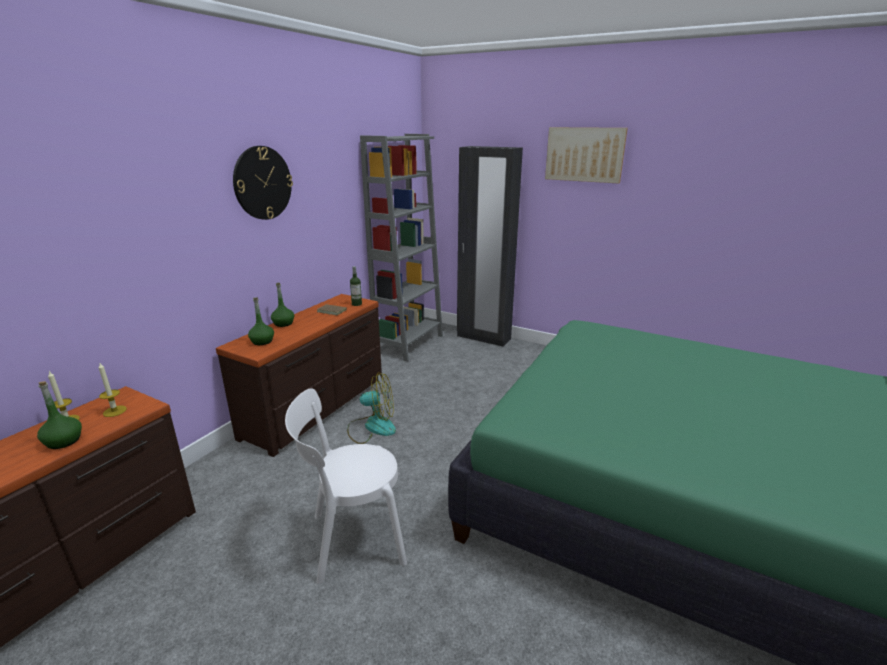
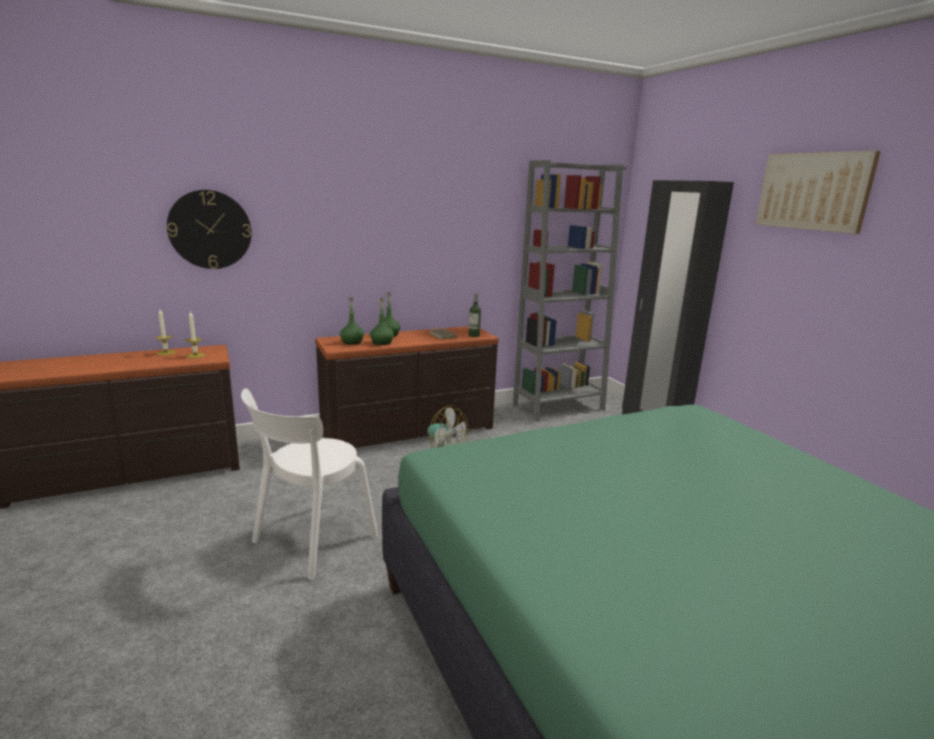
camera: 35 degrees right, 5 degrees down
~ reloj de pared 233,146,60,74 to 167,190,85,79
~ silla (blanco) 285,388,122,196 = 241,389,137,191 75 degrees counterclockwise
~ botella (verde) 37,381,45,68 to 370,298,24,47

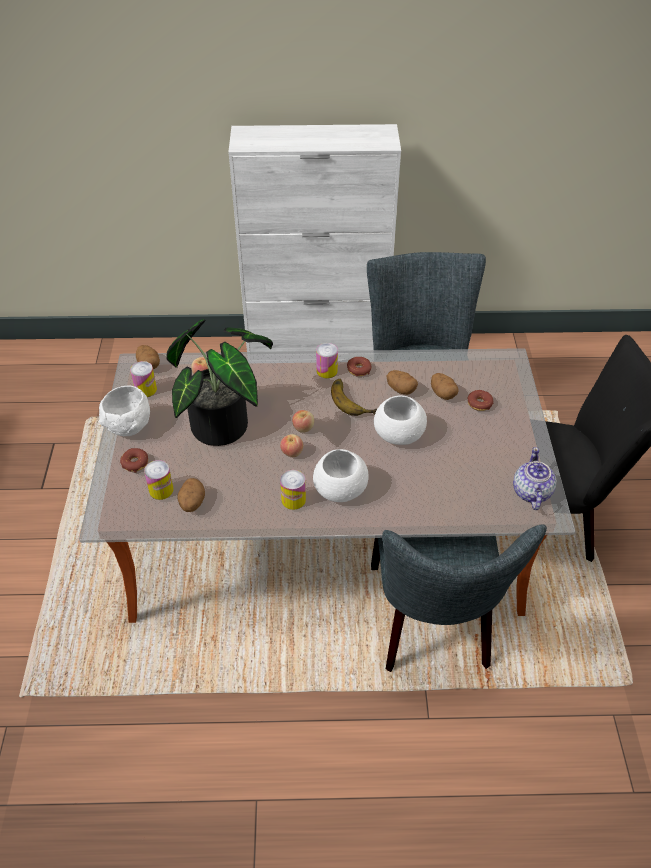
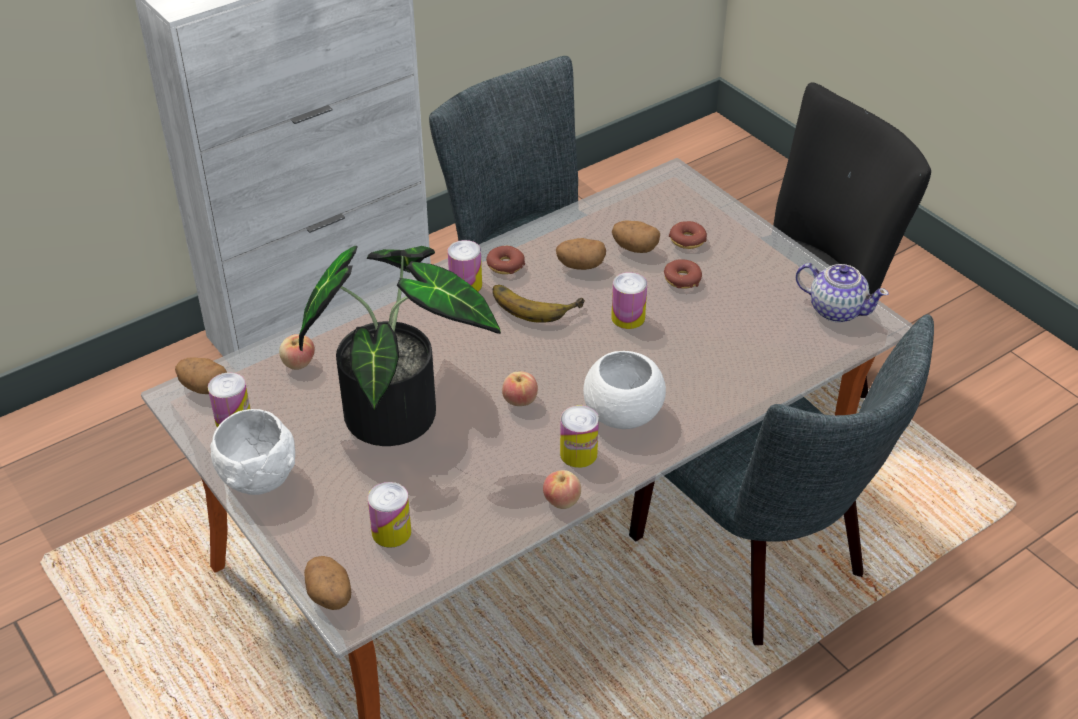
camera: 35 degrees left, 5 degrees down
~ patata 177,478,28,34 to 304,556,47,54
~ manzana 292,410,22,23 to 543,470,38,39
~ cuenco (blanco) 374,396,53,49 to lata 611,272,36,57
~ rosquilla 120,448,28,25 to 664,259,38,30
~ tetera 513,447,44,63 = 796,263,93,59 150 degrees clockwise

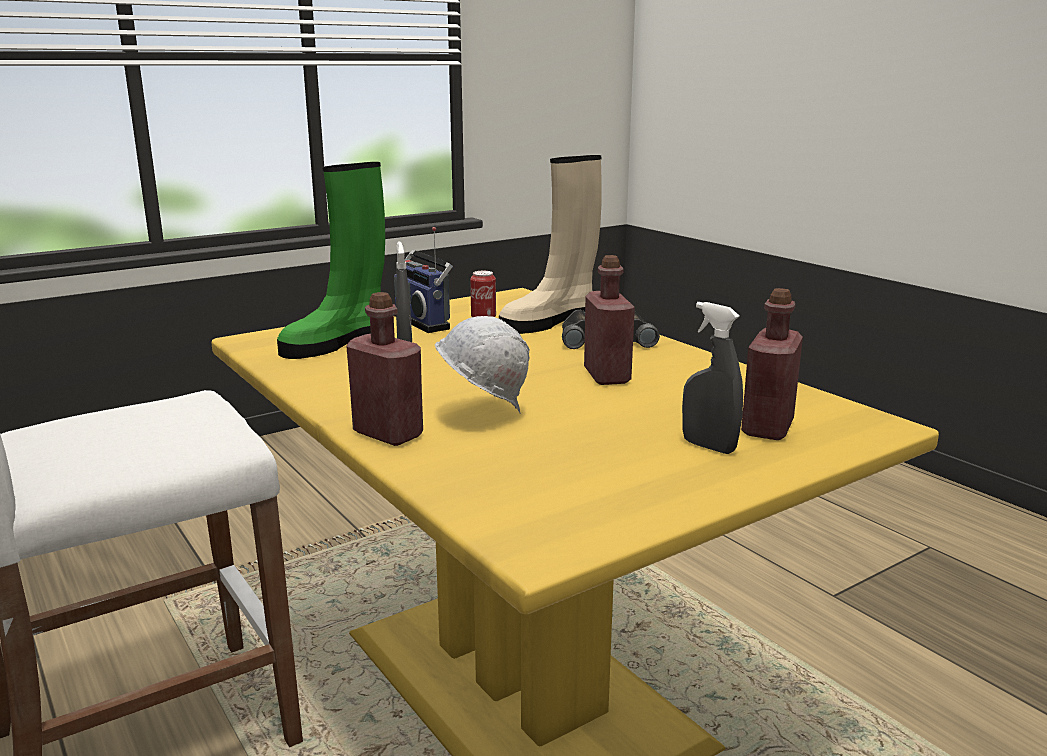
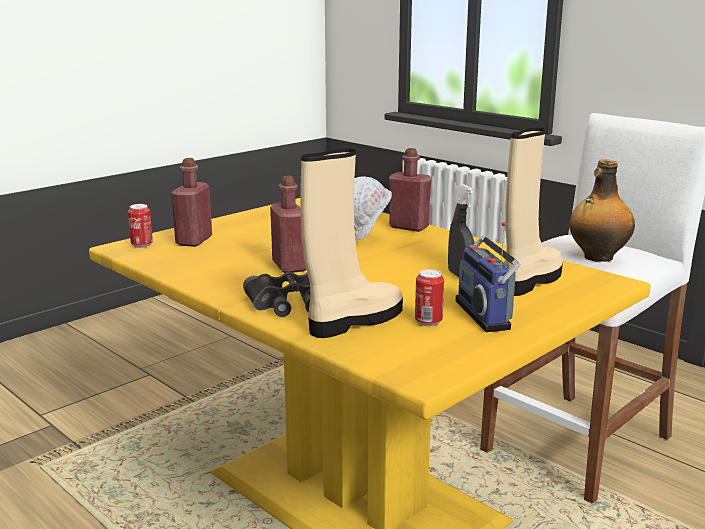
camera: 170 degrees right, 0 degrees up
+ lata 128,204,25,44
~ radio 394,227,59,106 = 455,222,66,110 150 degrees counterclockwise
~ bota (verde) 277,162,108,197 to bota (beis) 504,128,59,168
+ botella 569,159,66,103
- pulverizador (gris) 682,302,61,152

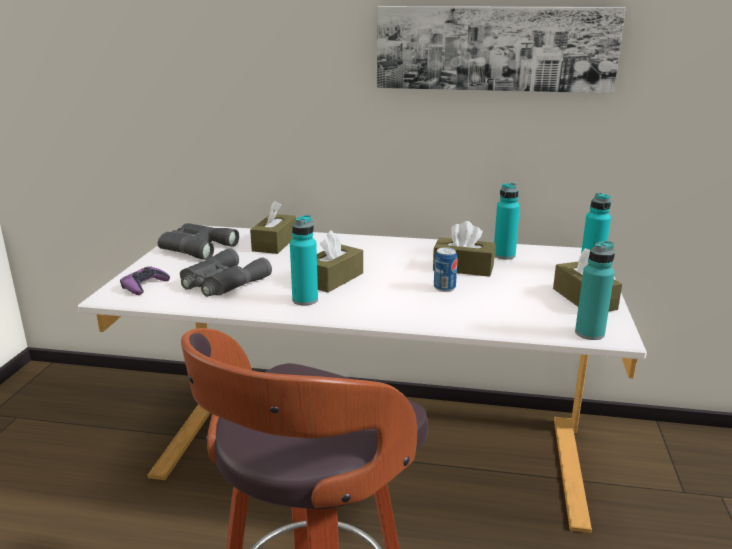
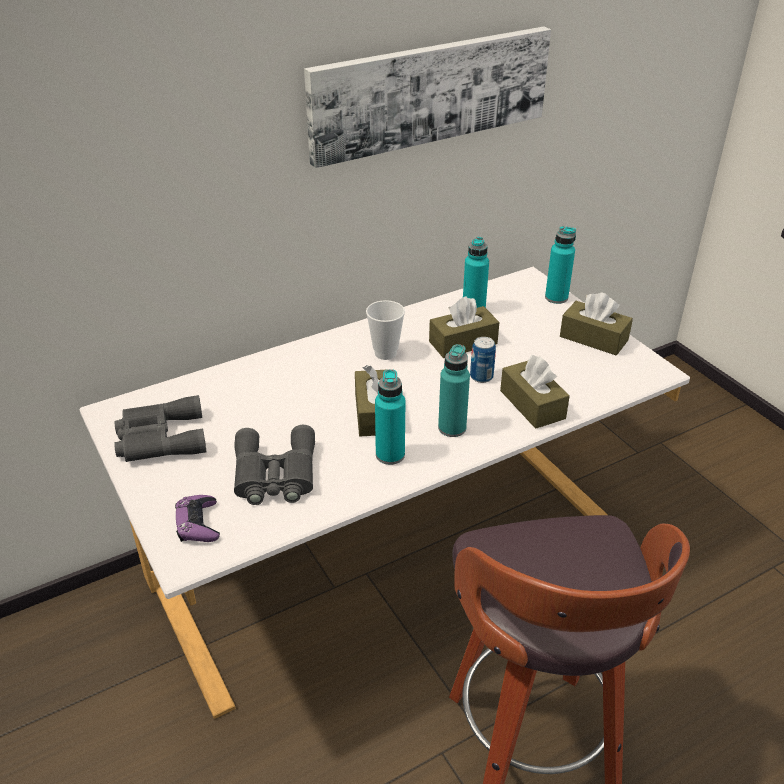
camera: 40 degrees left, 15 degrees up
+ taza 366,300,39,60
~ botella (turquesa) 575,241,40,99 to 438,344,32,93
~ caja de pañuelos (marrón) 250,201,46,53 to 500,355,70,74

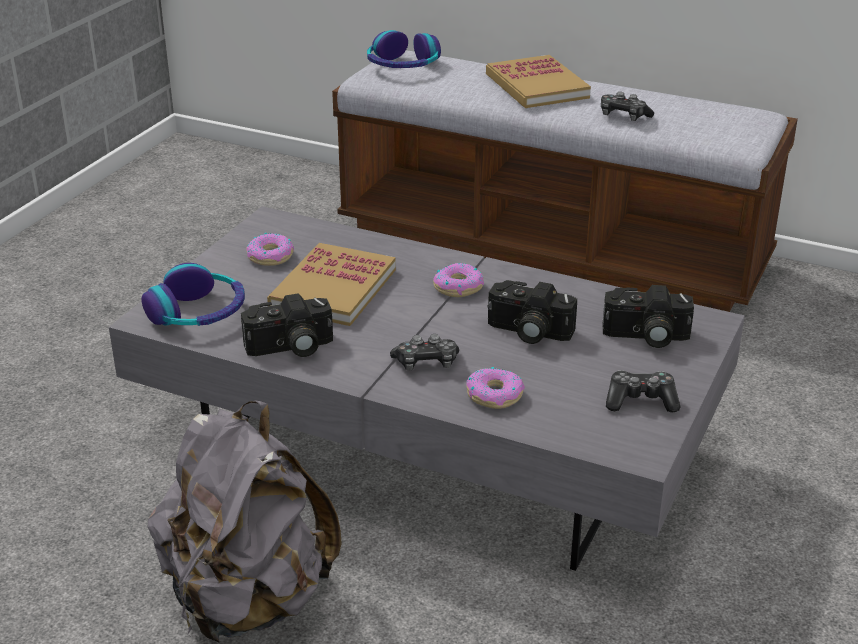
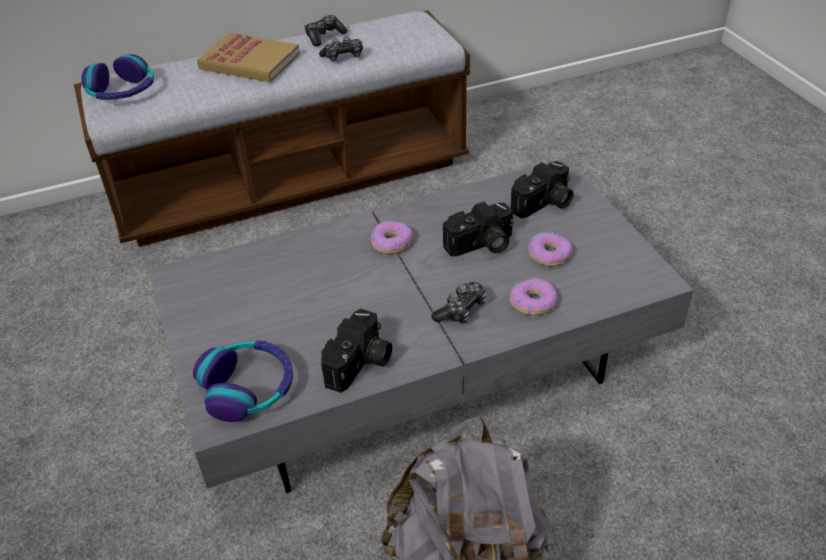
camera: 45 degrees left, 10 degrees up
~ mando de consola 606,370,75,43 to 305,15,43,31
~ rosquilla 246,233,48,33 to 528,232,45,34
- libro 267,243,129,83

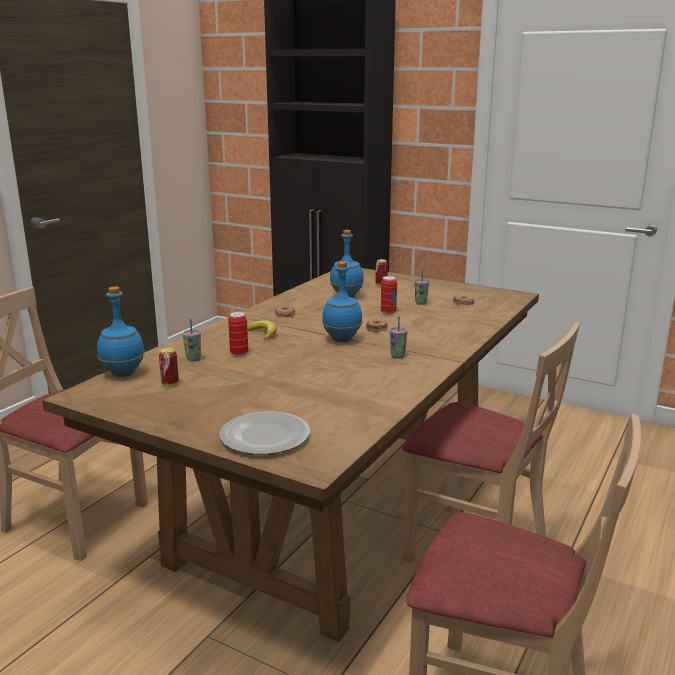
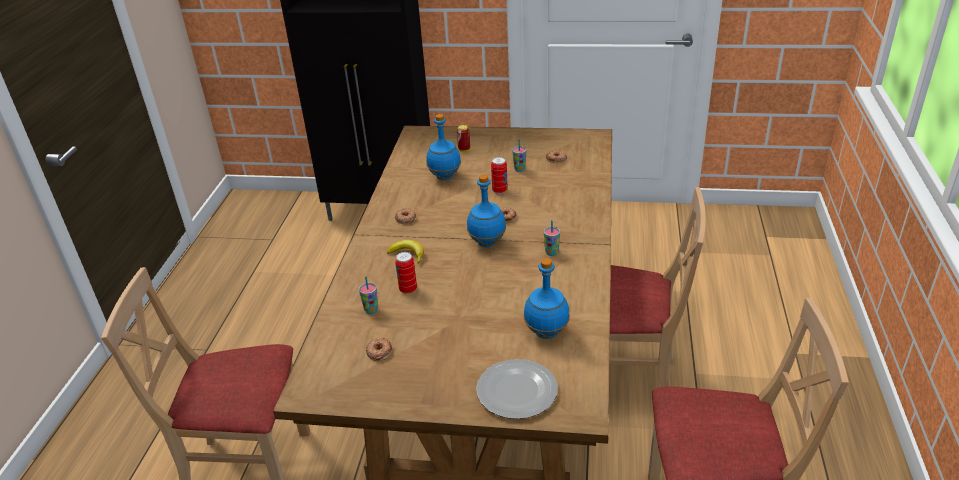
camera: 20 degrees left, 15 degrees up
~ lata 159,348,20,39 to rosquilla 366,337,26,24
~ botella (azul) 97,286,48,91 to 524,258,46,81

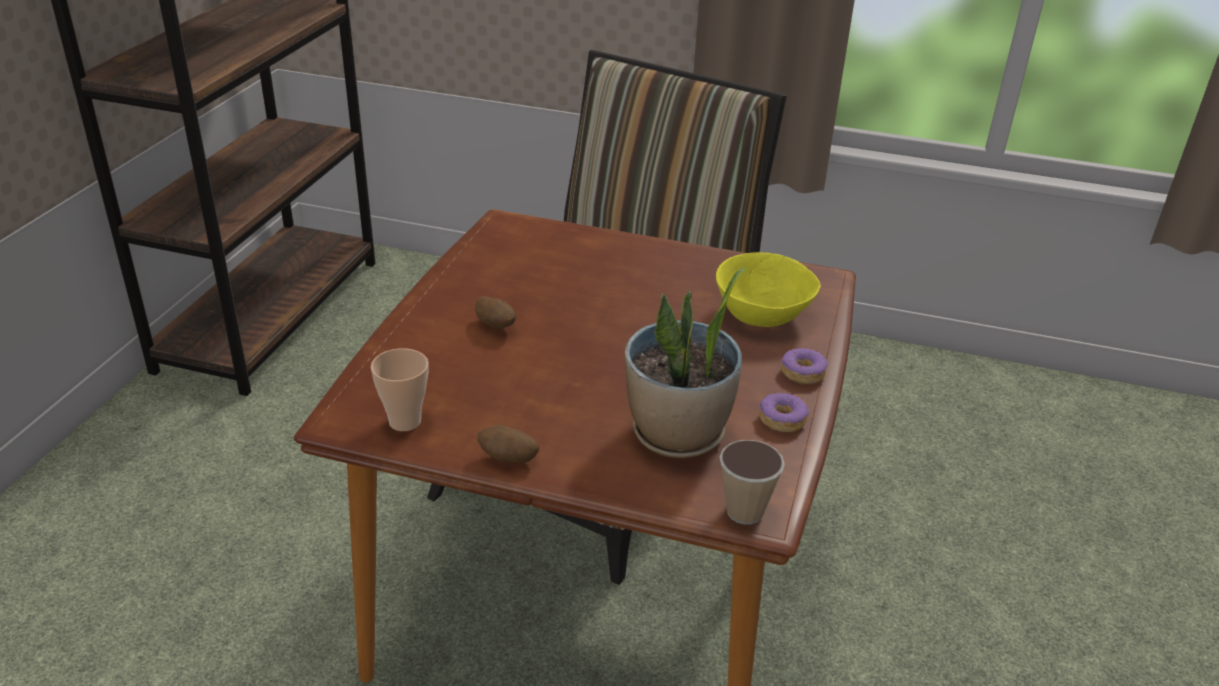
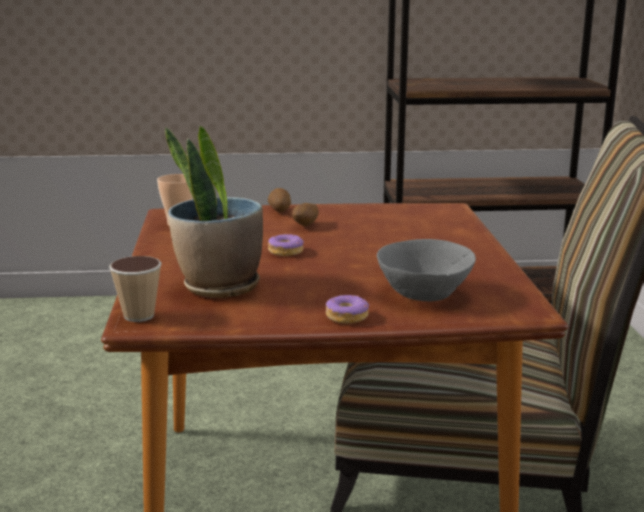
camera: 70 degrees right, 15 degrees down
~ patata 477,425,62,38 to 268,188,23,24
~ rosquilla 759,393,50,39 to 268,234,36,22
~ cuenco (amarillo) 716,252,105,75 to cuenco (gris) 377,239,99,62

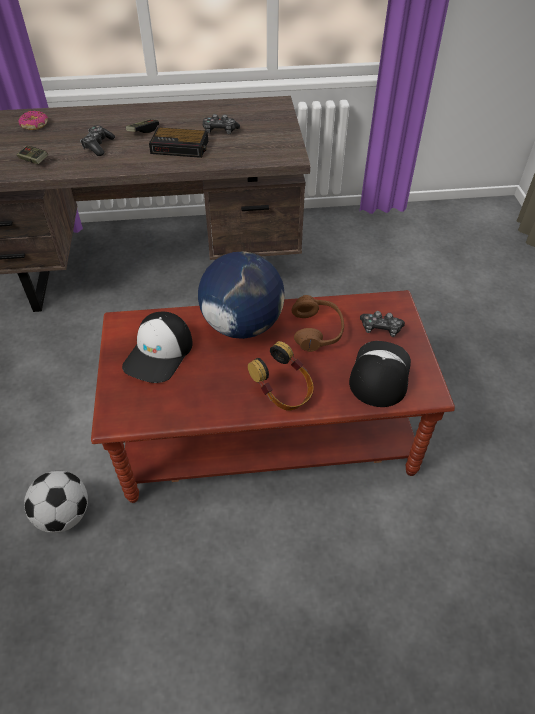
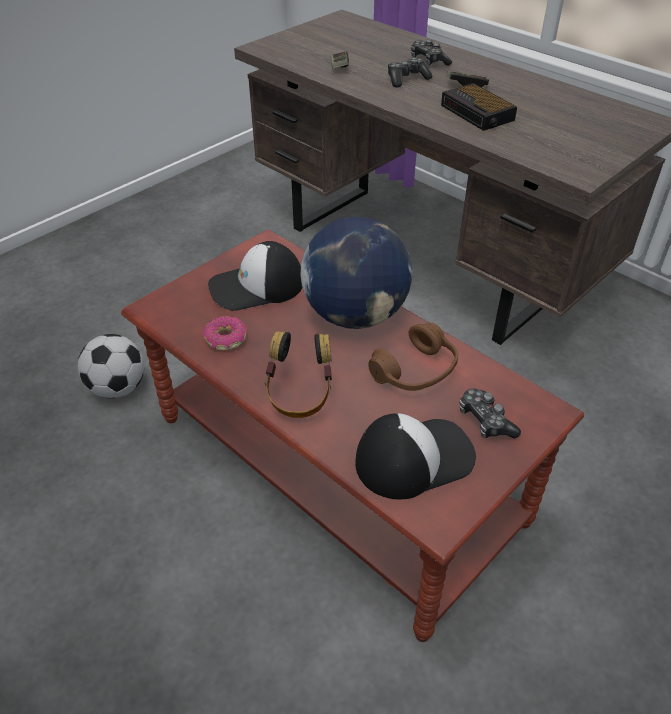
camera: 50 degrees right, 5 degrees down
~ rosquilla 19,111,29,19 to 203,316,43,34
~ mando de consola 203,114,37,20 to 411,40,41,26

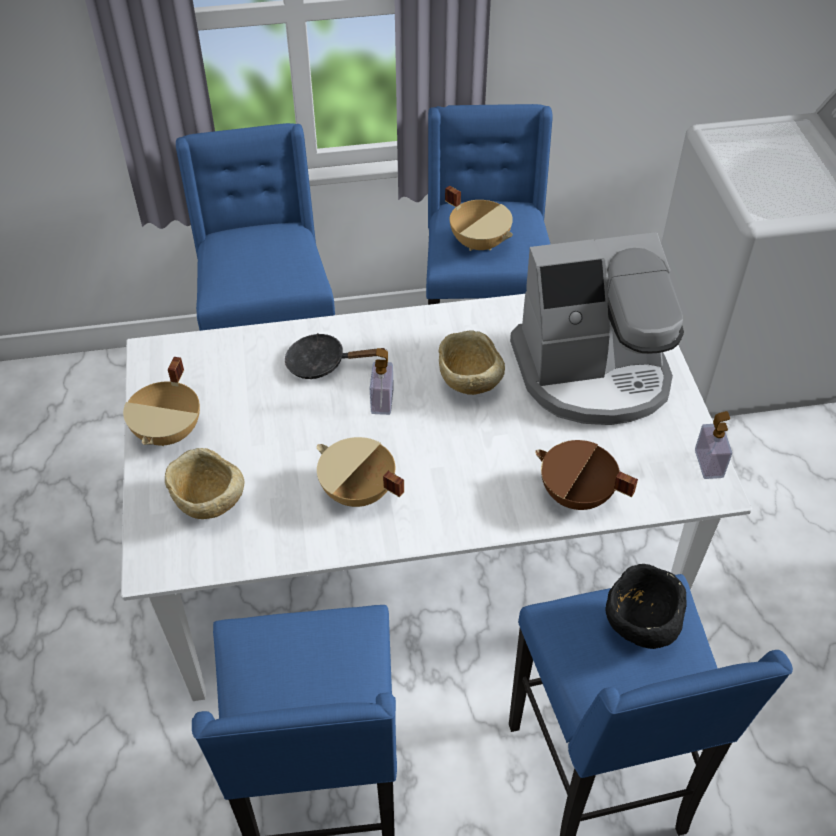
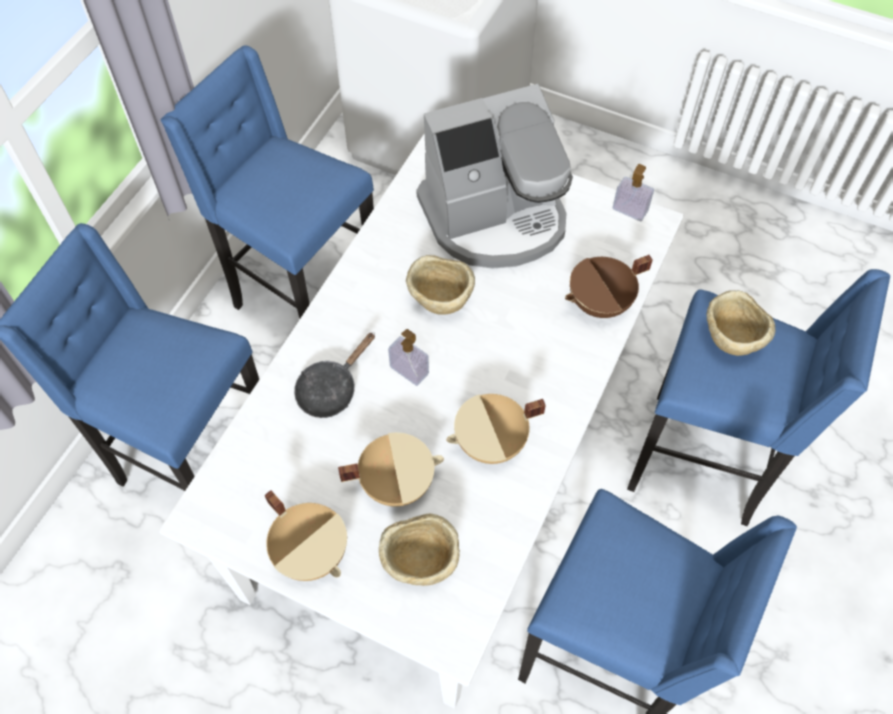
camera: 55 degrees left, 10 degrees up
~ olla (beis) 445,185,68,66 to 338,432,106,75
~ cafetera 510,232,174,193 = 416,84,157,185 45 degrees clockwise
~ cuenco (negro) 605,564,82,85 to cuenco (beis) 707,290,68,66

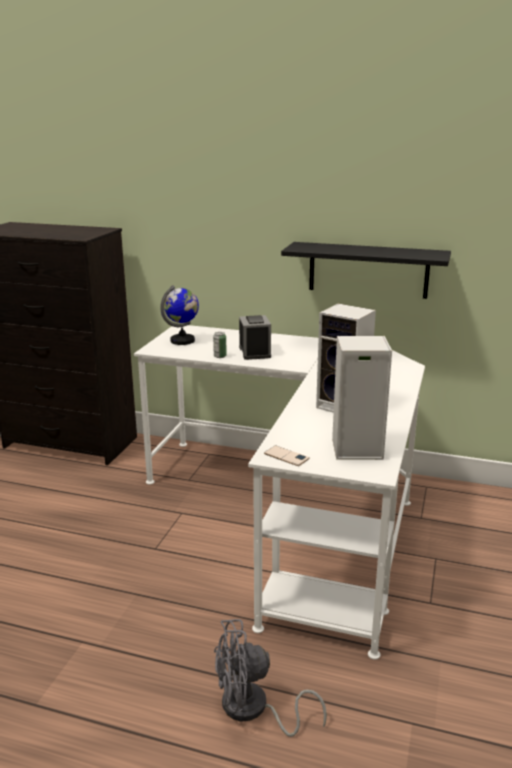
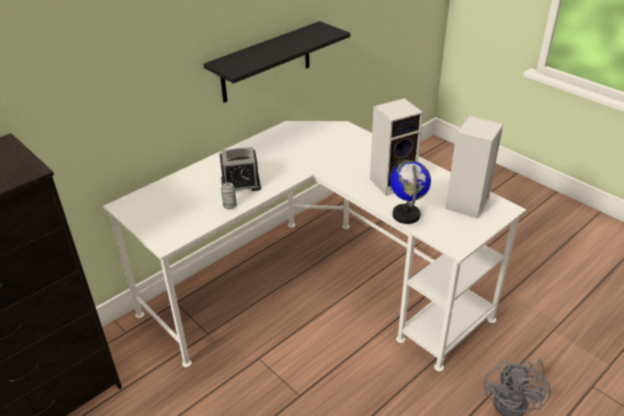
camera: 60 degrees left, 15 degrees up
~ despertador 239,315,32,45 = 220,147,41,44 150 degrees clockwise
~ globo terráqueo 160,285,39,60 to 390,161,41,63
- móvil 264,446,46,20

